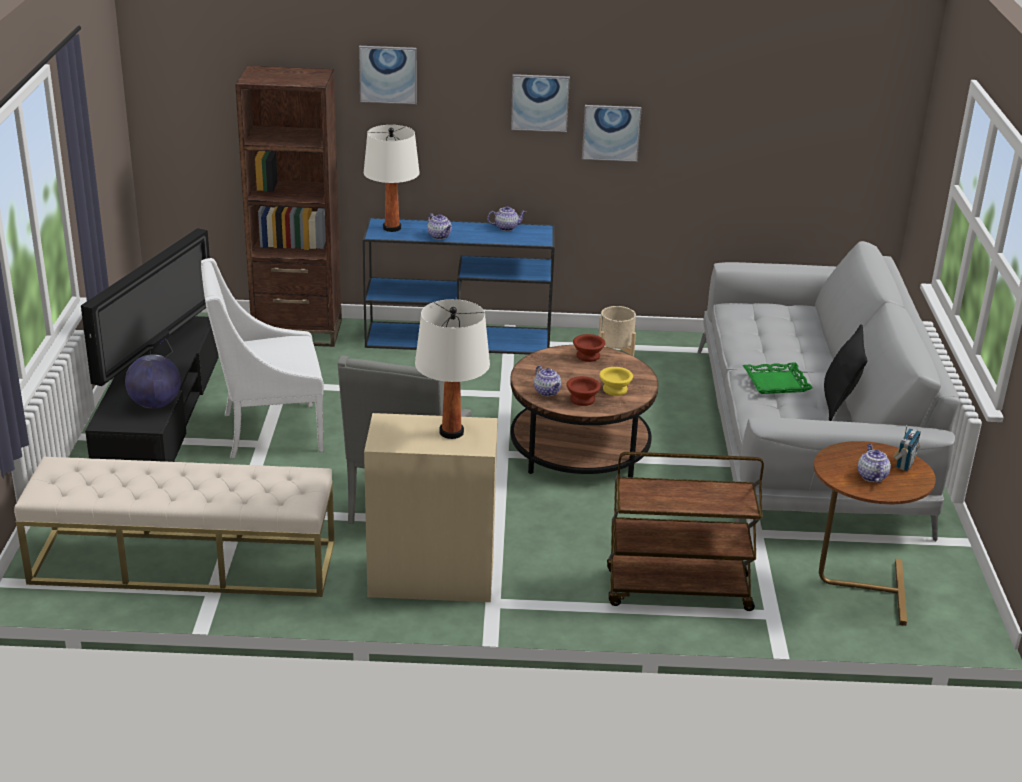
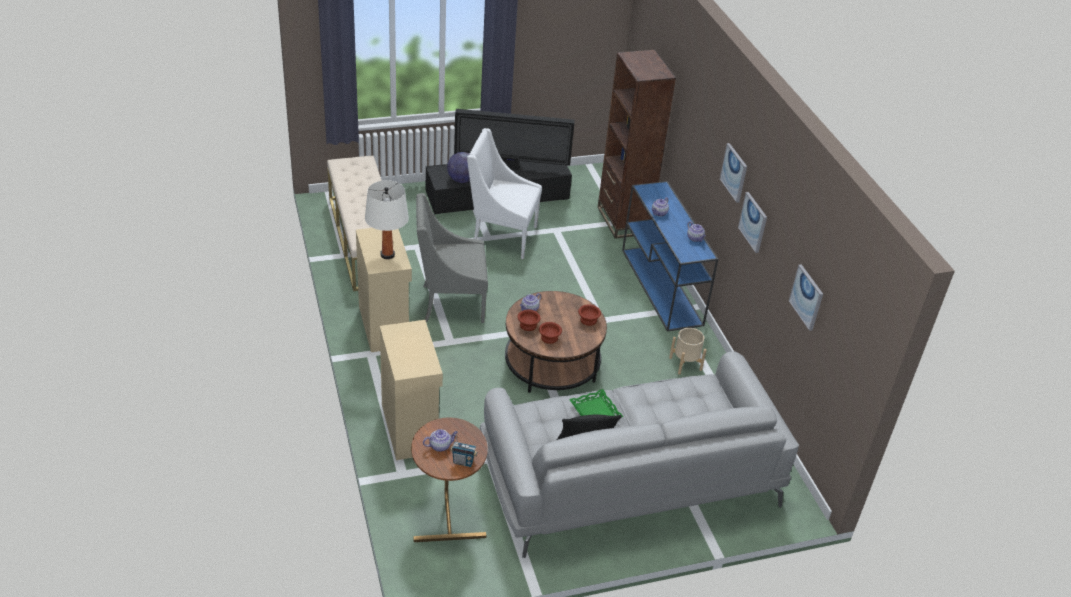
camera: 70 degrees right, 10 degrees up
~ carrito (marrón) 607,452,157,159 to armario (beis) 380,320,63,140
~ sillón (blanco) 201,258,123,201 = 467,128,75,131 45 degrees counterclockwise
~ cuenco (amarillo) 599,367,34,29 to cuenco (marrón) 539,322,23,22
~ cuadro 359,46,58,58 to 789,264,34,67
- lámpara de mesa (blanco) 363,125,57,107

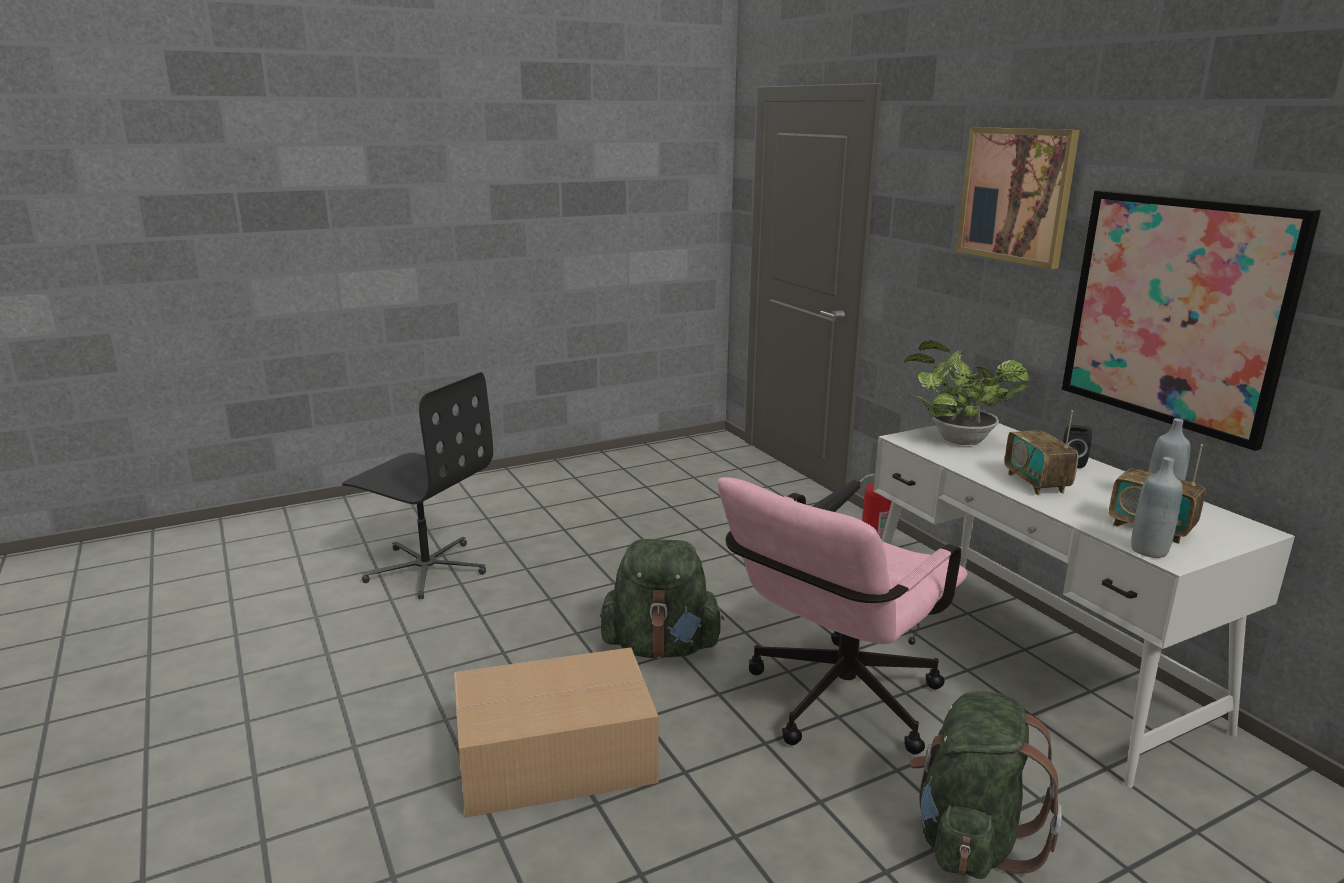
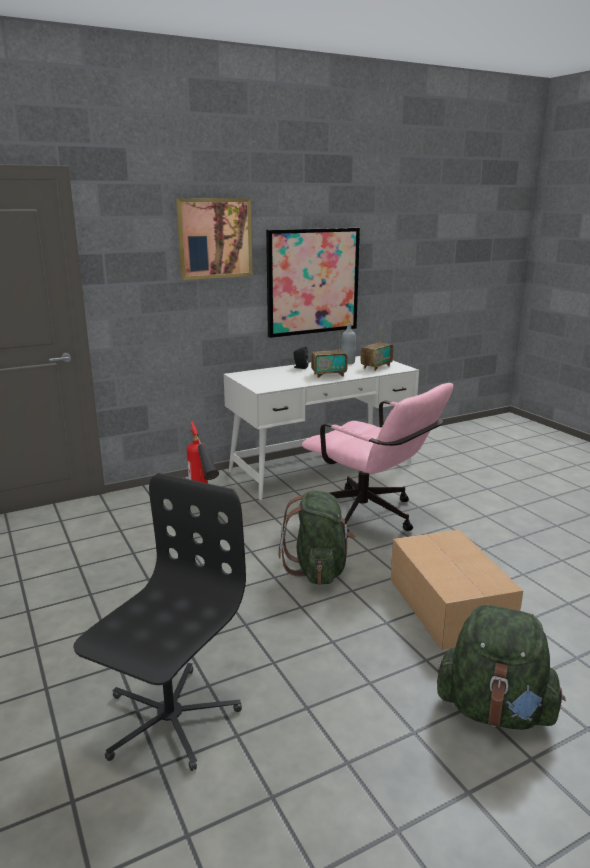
camera: 90 degrees left, 0 degrees up
~ mochila (verde) 909,691,153,188 to 437,605,129,125
- planta en maceta 903,340,126,105
- botella (gris) 1131,457,52,101

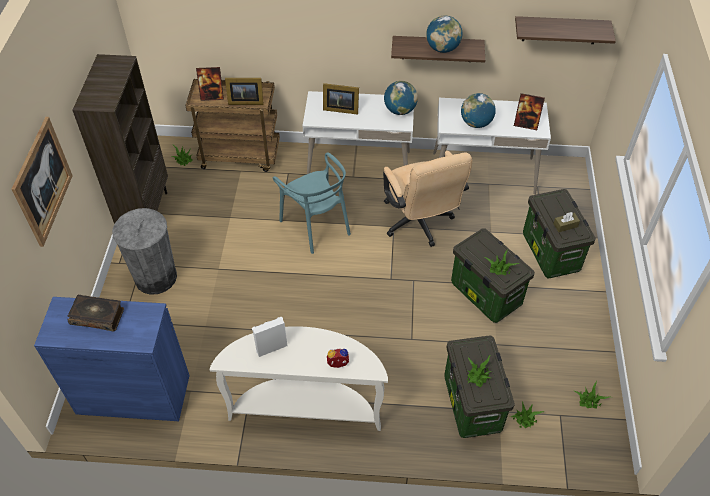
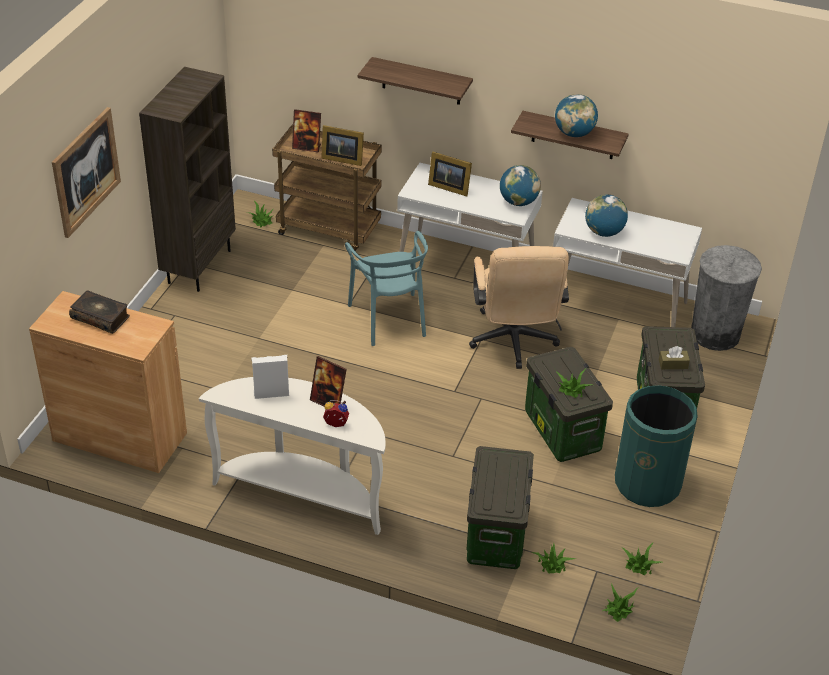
camera: 15 degrees right, 10 degrees down
~ armario (azul) 34,297,156,124 to armario (marrón) 29,291,158,182
~ portarretratos 514,93,31,37 to 310,356,37,51
~ estante 515,16,101,28 to 358,57,115,48
~ planta en maceta 467,354,24,33 to 602,584,37,38
+ papelera (verde) 615,386,83,121
~ papelera (gris) 112,208,65,87 to 691,245,71,106

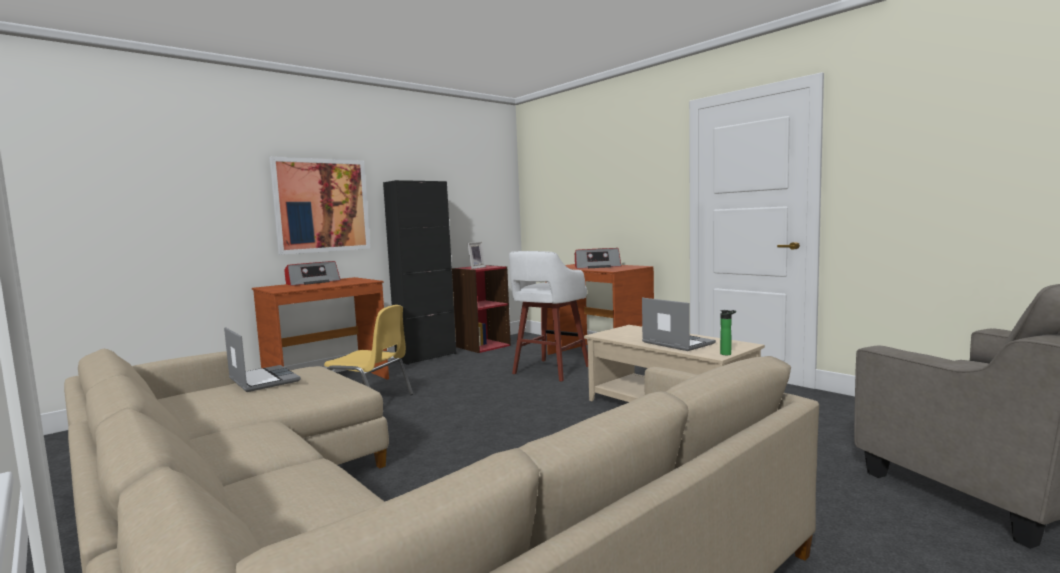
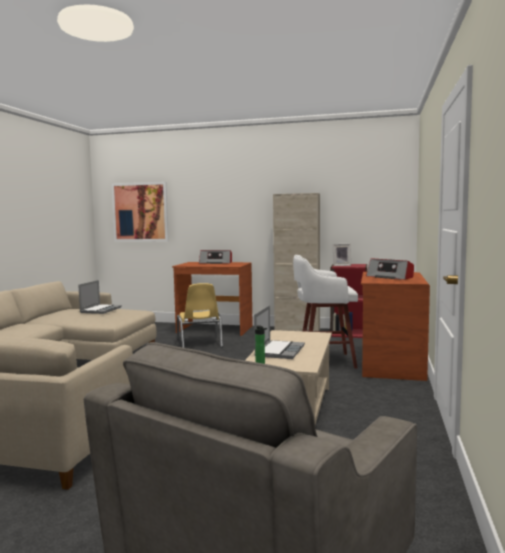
camera: 55 degrees right, 0 degrees up
~ cuadro 269,157,101,98 to 111,182,58,60
~ armario (negro) 383,180,74,185 to armario (beis) 273,193,47,139

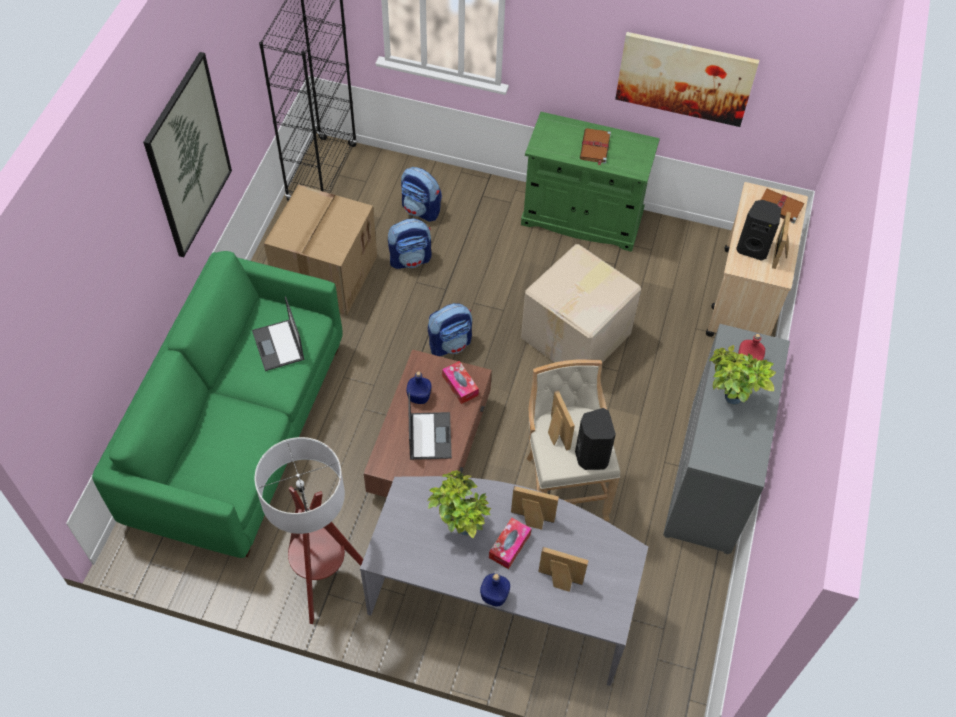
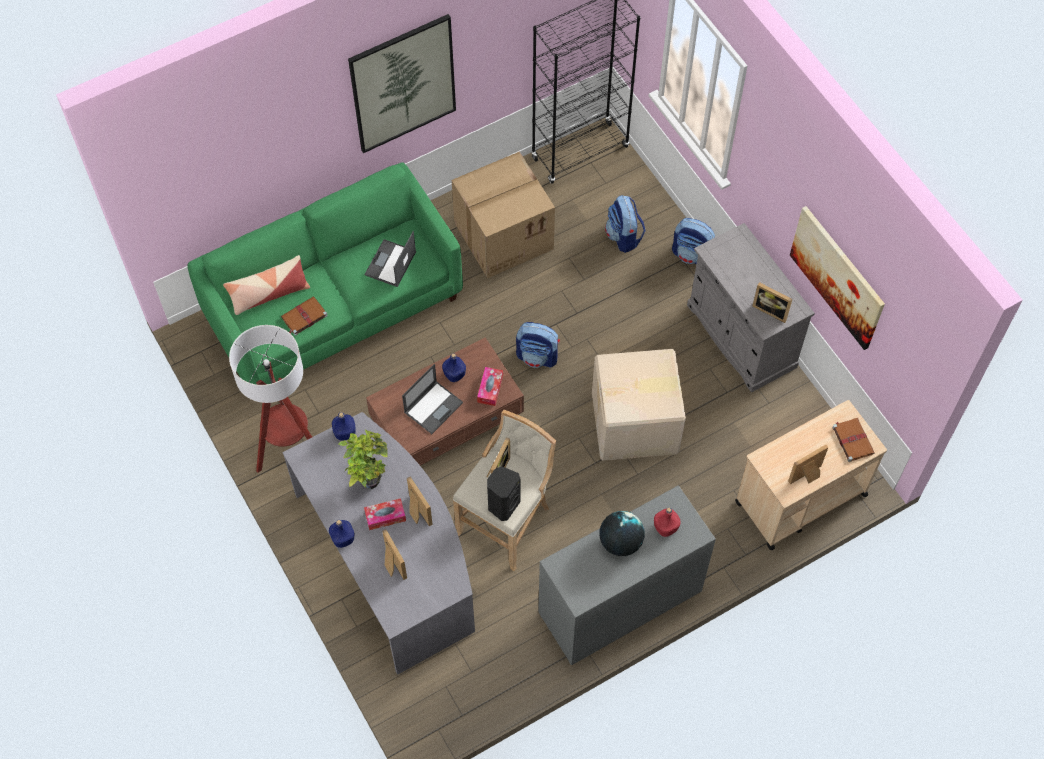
camera: 45 degrees right, 5 degrees up
+ cojín 223,255,87,60
~ libro (marrón) 580,128,31,38 to 281,296,47,40
+ botella (azul) 332,412,23,29
~ planta en maceta 709,345,67,60 to globo terráqueo 600,511,45,45
~ mochila 388,218,44,51 to 672,218,43,46
~ armario (verde) 521,112,139,140 to armario (gris) 687,223,128,169
+ portarretratos 752,282,40,41
- altavoz (negro) 736,200,45,61

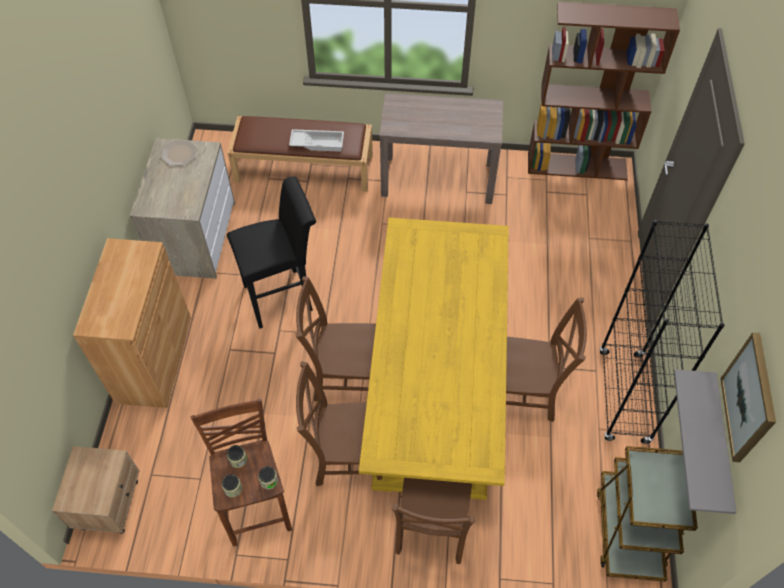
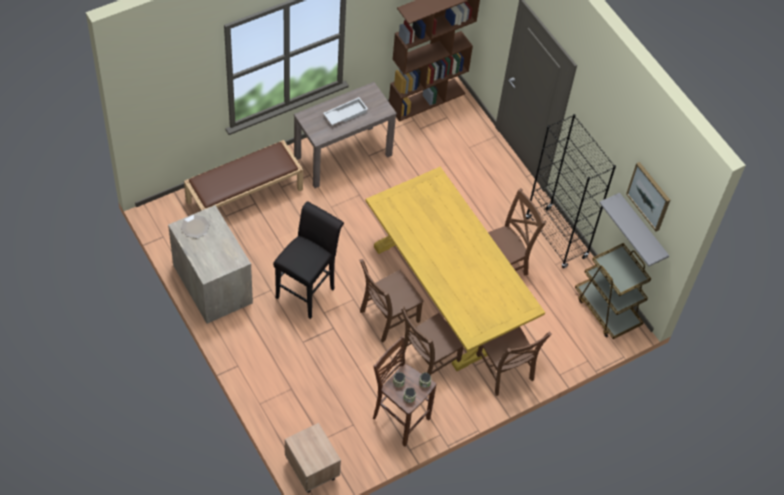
camera: 40 degrees left, 0 degrees up
~ bandeja (blanco) 289,129,55,23 to 323,97,45,28
- armario (marrón) 73,238,118,170

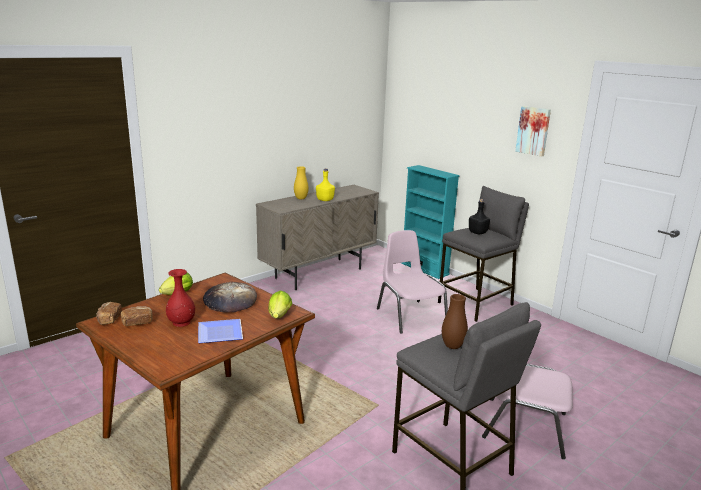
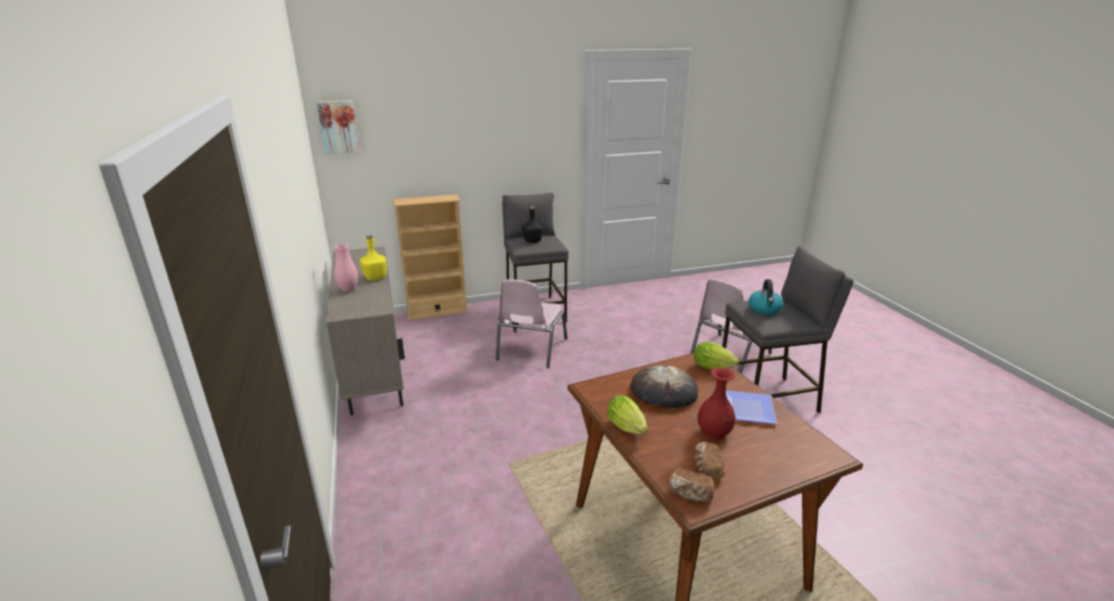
camera: 65 degrees left, 5 degrees up
~ cuadro 515,106,36,51 to 317,100,43,54
~ florero (amarillo) 294,166,15,34 to florero (rosa) 334,244,24,48
~ estantería (turquesa) 401,165,59,114 to estantería (beis) 393,194,75,126
~ silla (rosa) 377,230,71,104 = 496,279,71,89 75 degrees counterclockwise
~ florero (marrón) 442,294,26,55 to hervidor 749,279,34,36

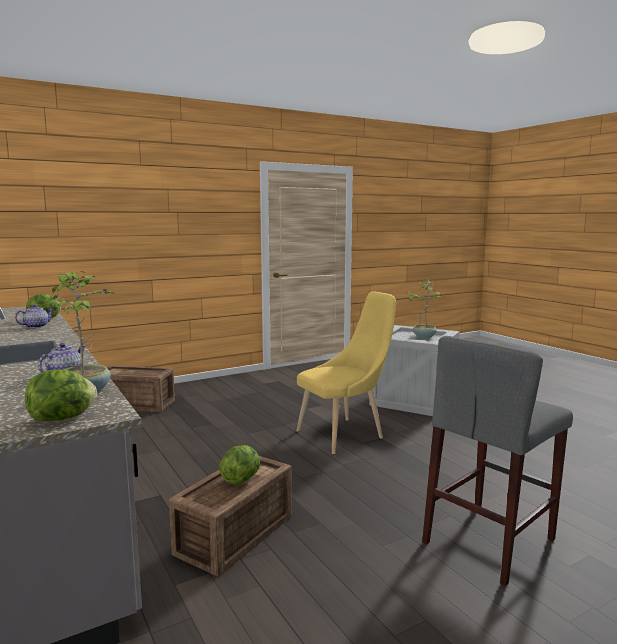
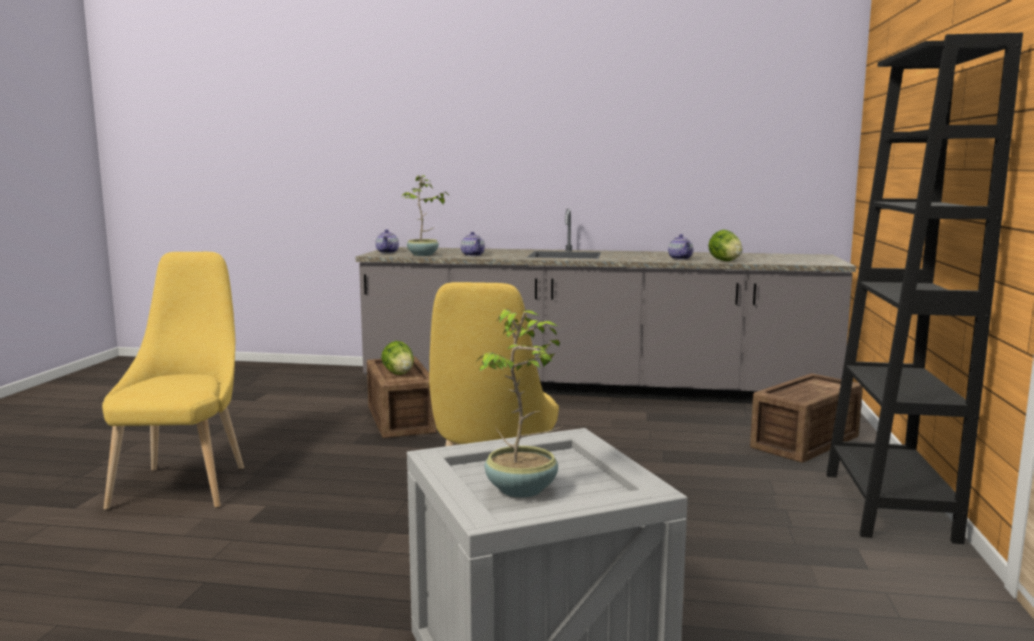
camera: 130 degrees right, 0 degrees up
~ taburete (gris) 422,336,151,250 to silla (amarillo) 102,252,142,258
~ lechuga 25,369,72,52 to tetera 375,230,24,23
+ estantería (negro) 826,33,197,511

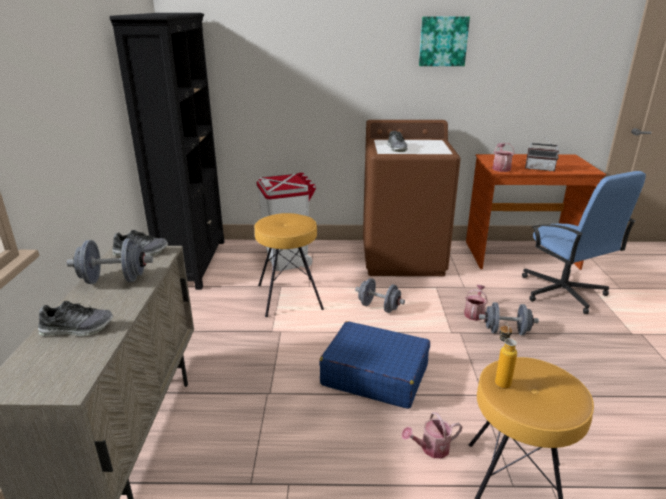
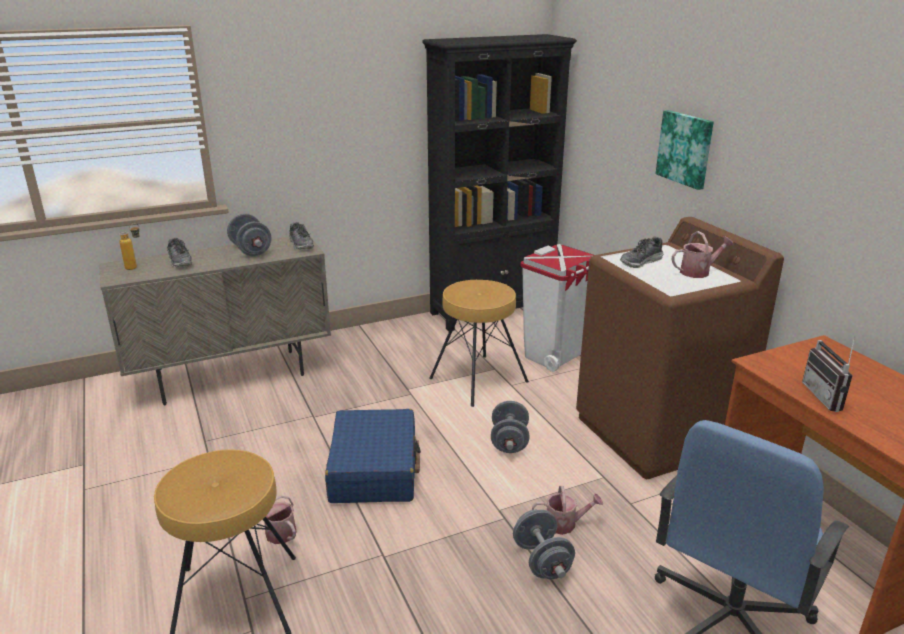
camera: 65 degrees right, 0 degrees up
~ botella 495,322,22,67 to 119,224,21,46
~ cuadro 419,16,51,50 to 656,110,58,80
~ regadera 492,143,23,29 to 671,231,63,47

